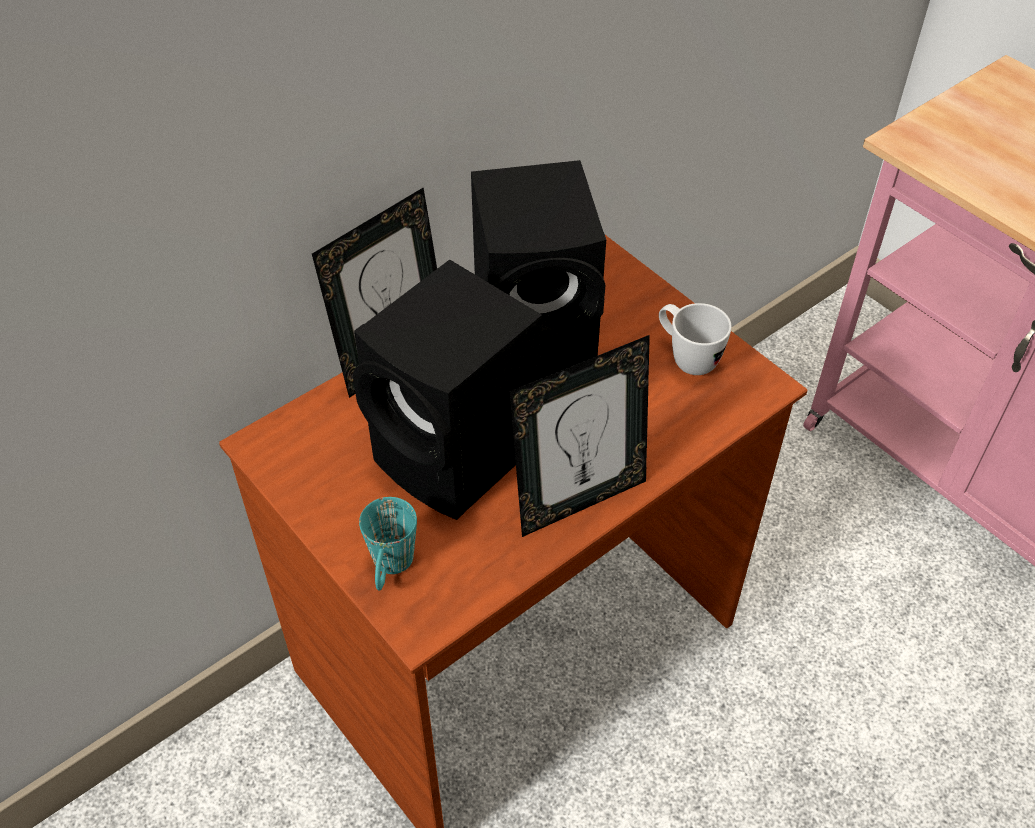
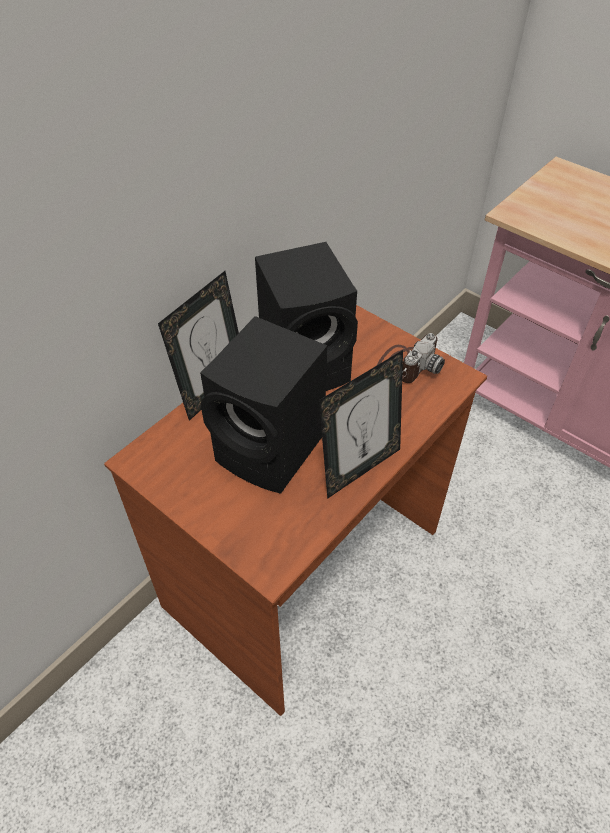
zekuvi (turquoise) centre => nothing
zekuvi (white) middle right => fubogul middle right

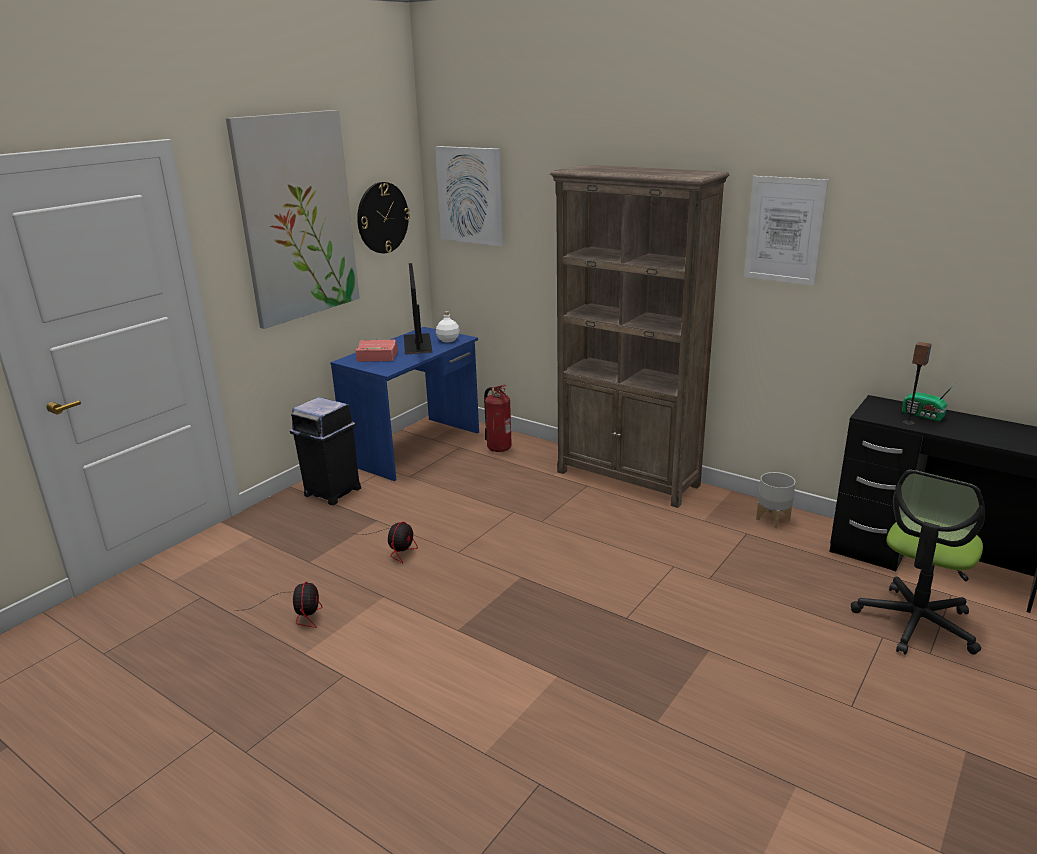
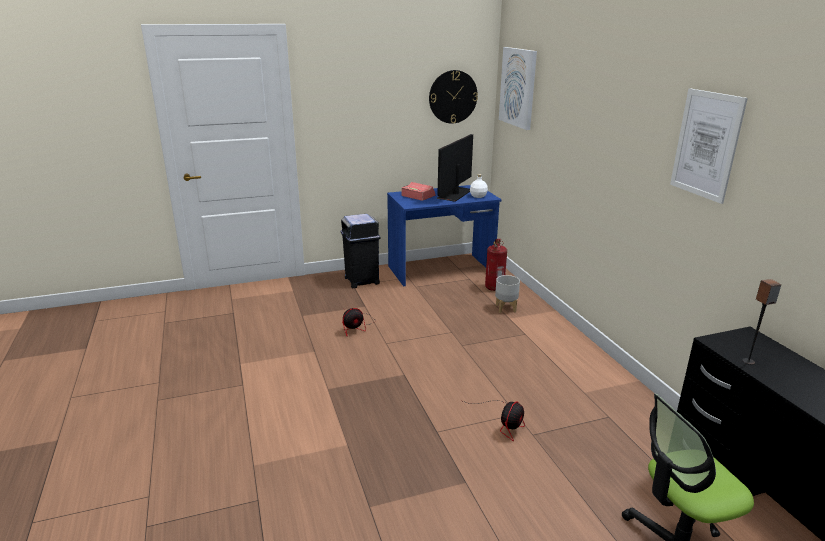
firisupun (1st from left) top left => nothing
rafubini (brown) centre => nothing
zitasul middle right => nothing
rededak (1st from left in the first image) bottom left => rededak (2nd from left) bottom centre, moved
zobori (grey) middle right => zobori (grey) centre, moved

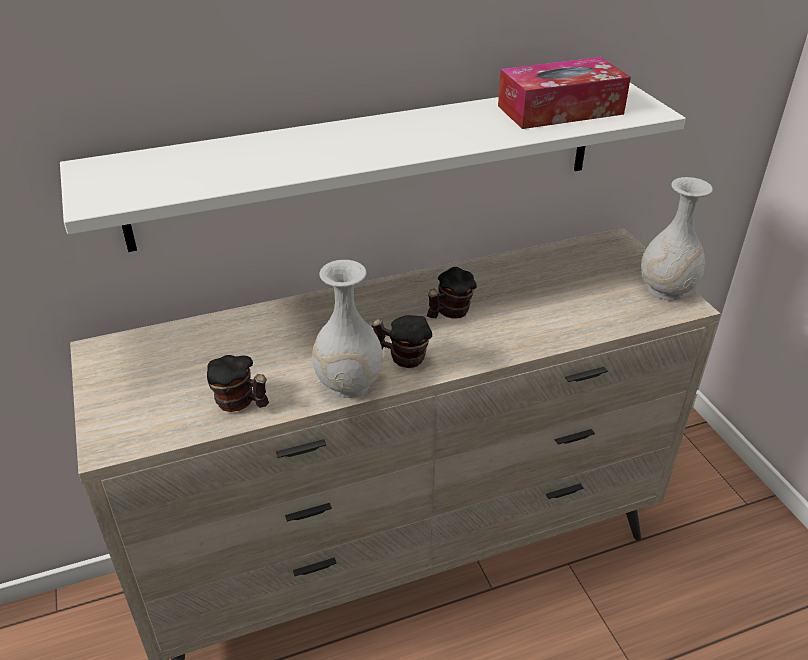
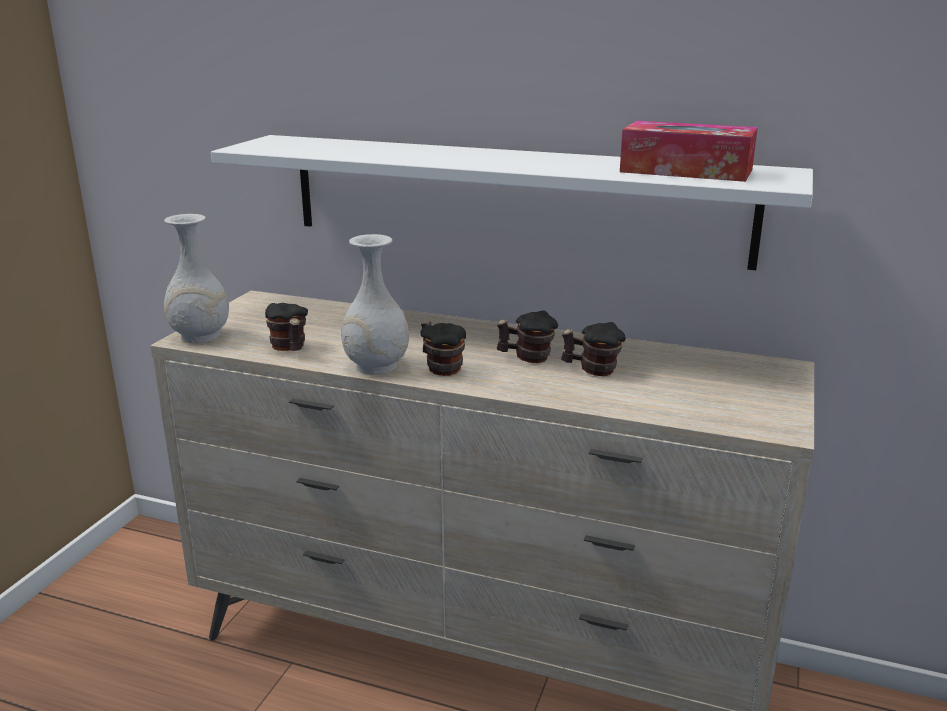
nothing => zekuvi (4th from left) centre
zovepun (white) (2nd from left in the first image) middle right => zovepun (white) (1st from left) middle left, moved

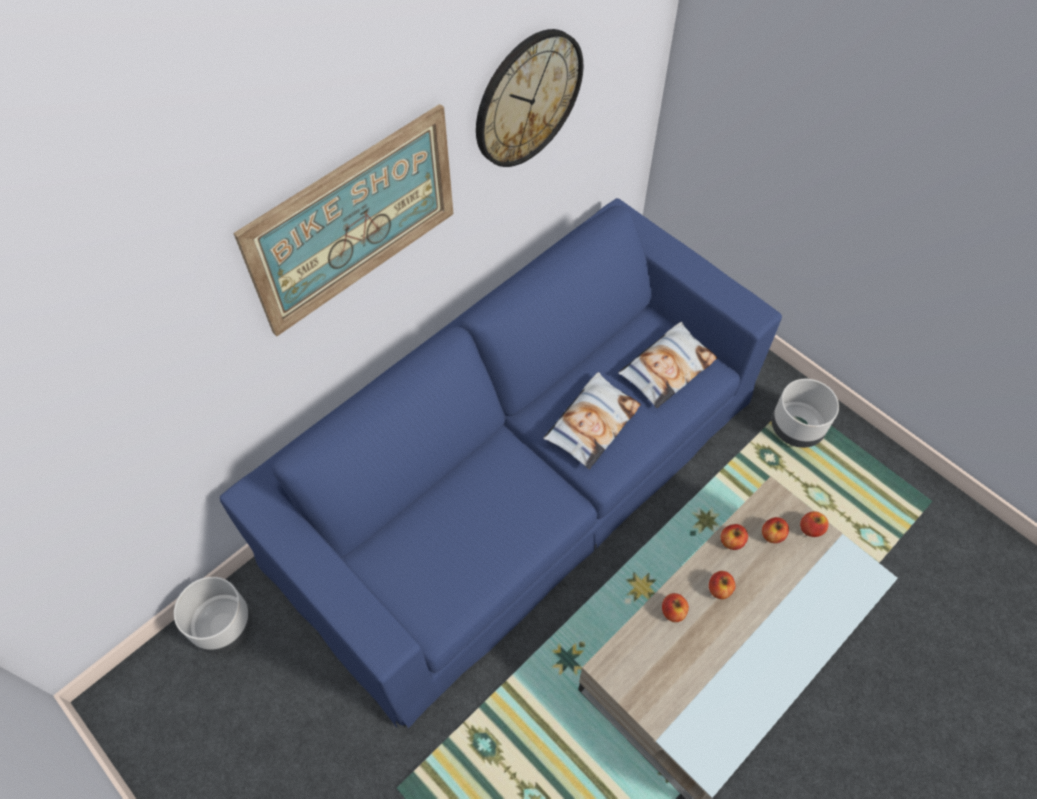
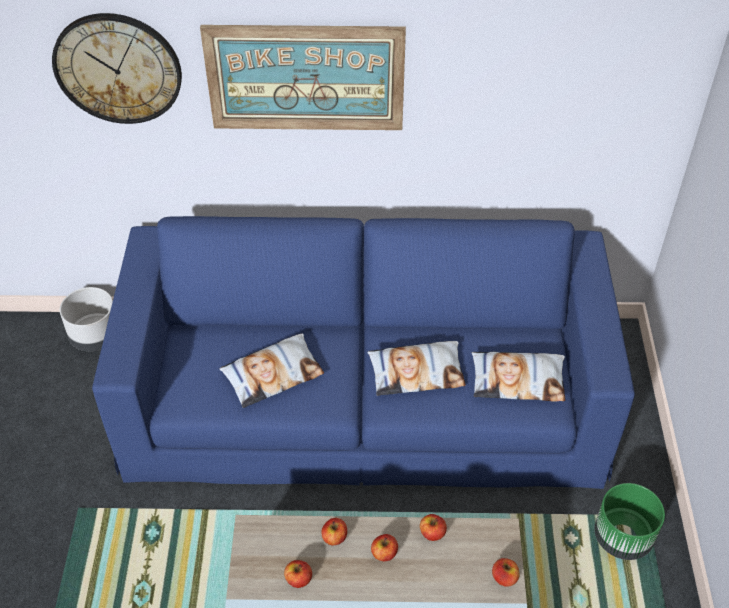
nothing => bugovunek (1st from left) centre
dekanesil top centre => dekanesil top left, moved
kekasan (4th from left in the first image) middle right => kekasan (1st from left) bottom centre, moved
zobori (grey) (2nd from left) middle right => zobori (green) bottom right

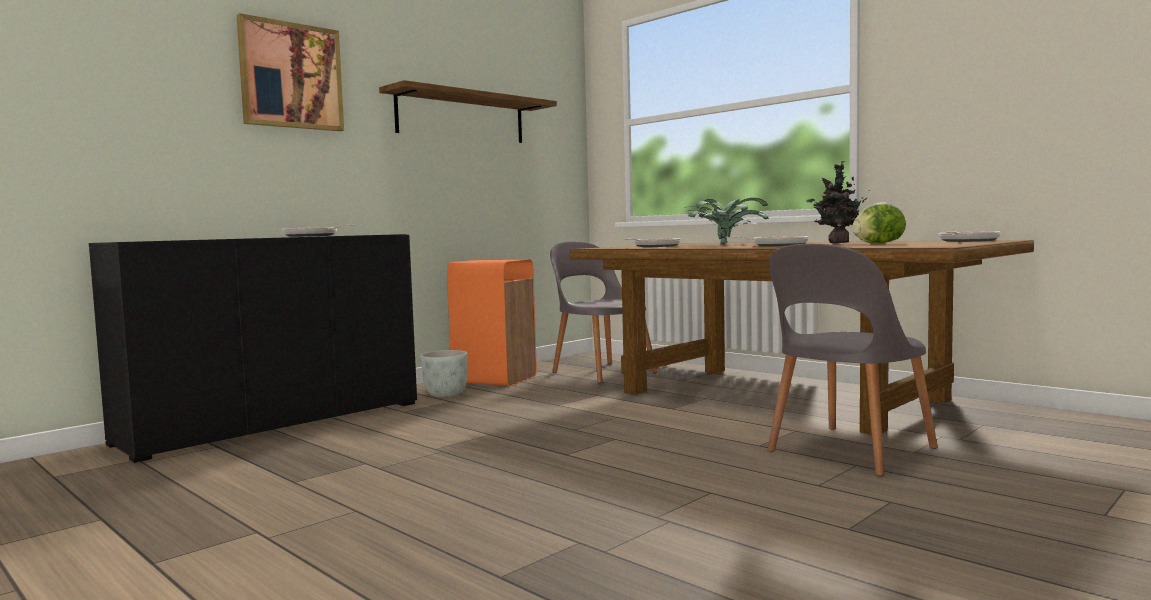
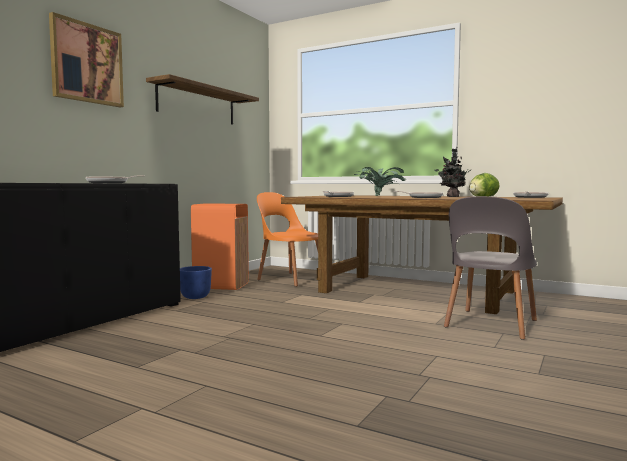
zobori (grey) centre => zobori (blue) middle left
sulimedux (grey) (1st from left) centre => sulimedux (orange) centre

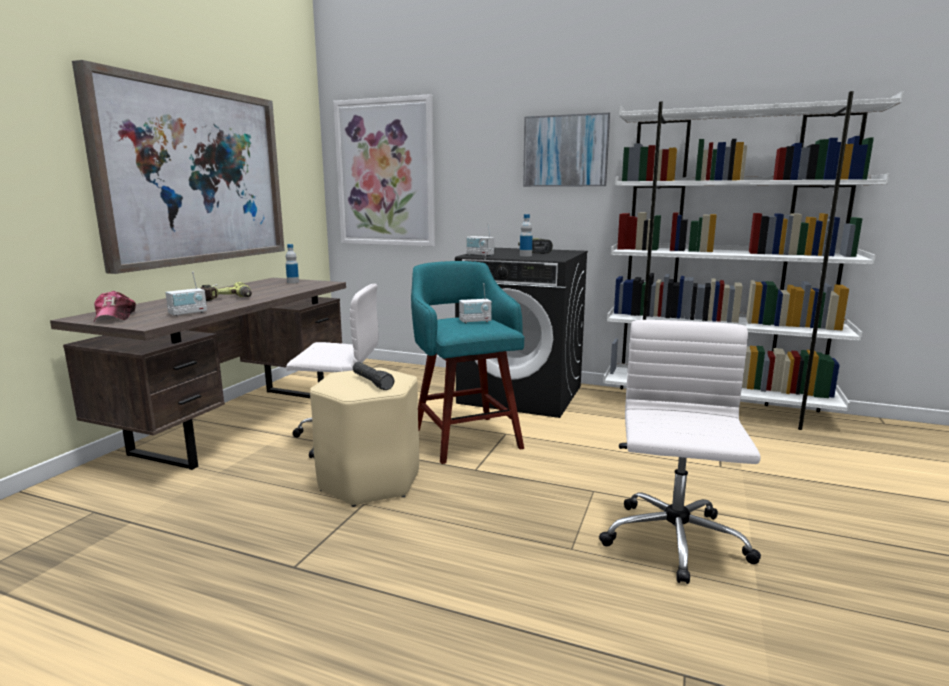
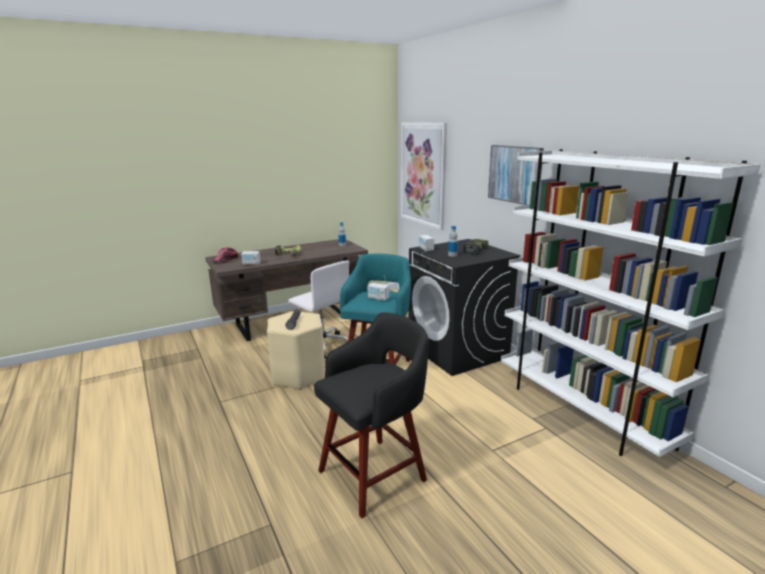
firisupun (1st from left) top left => nothing
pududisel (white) (2nd from left) middle right => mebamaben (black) bottom centre

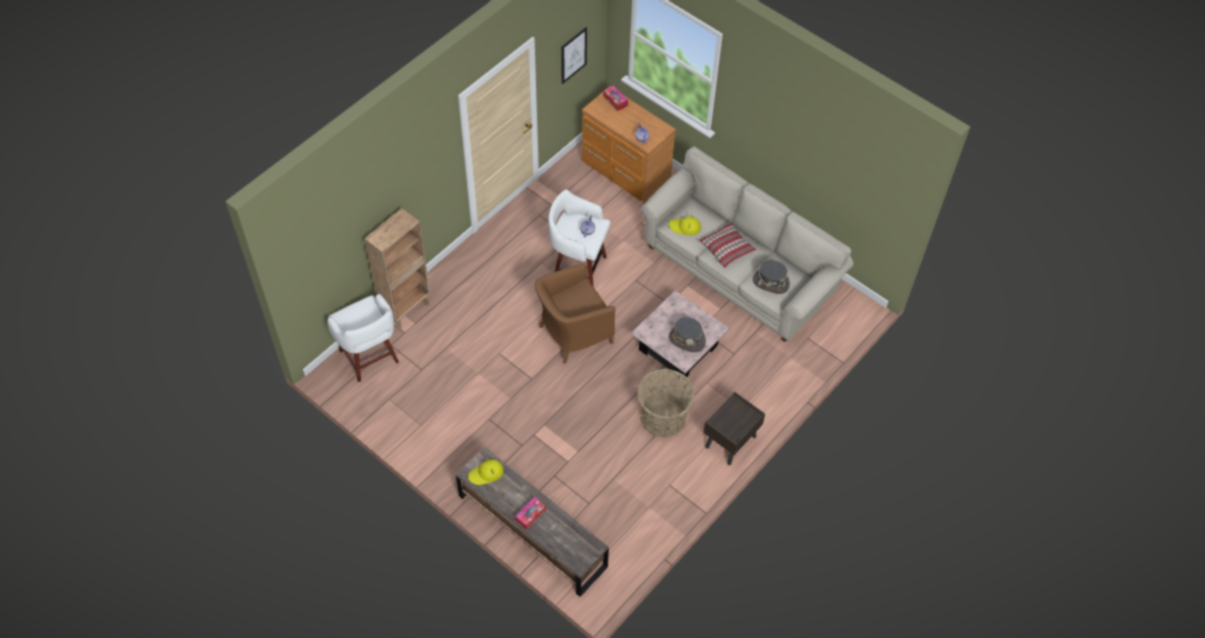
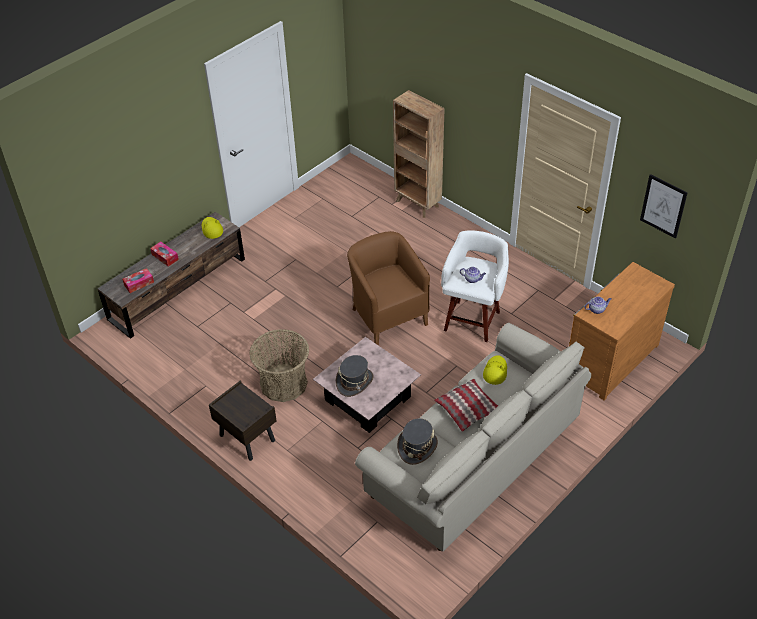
mebamaben (white) (1st from left) middle left => nothing
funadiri (2nd from left in the first image) top centre => funadiri (1st from left) middle left, moved

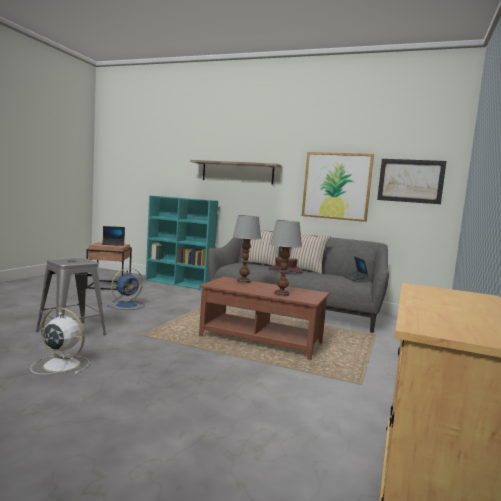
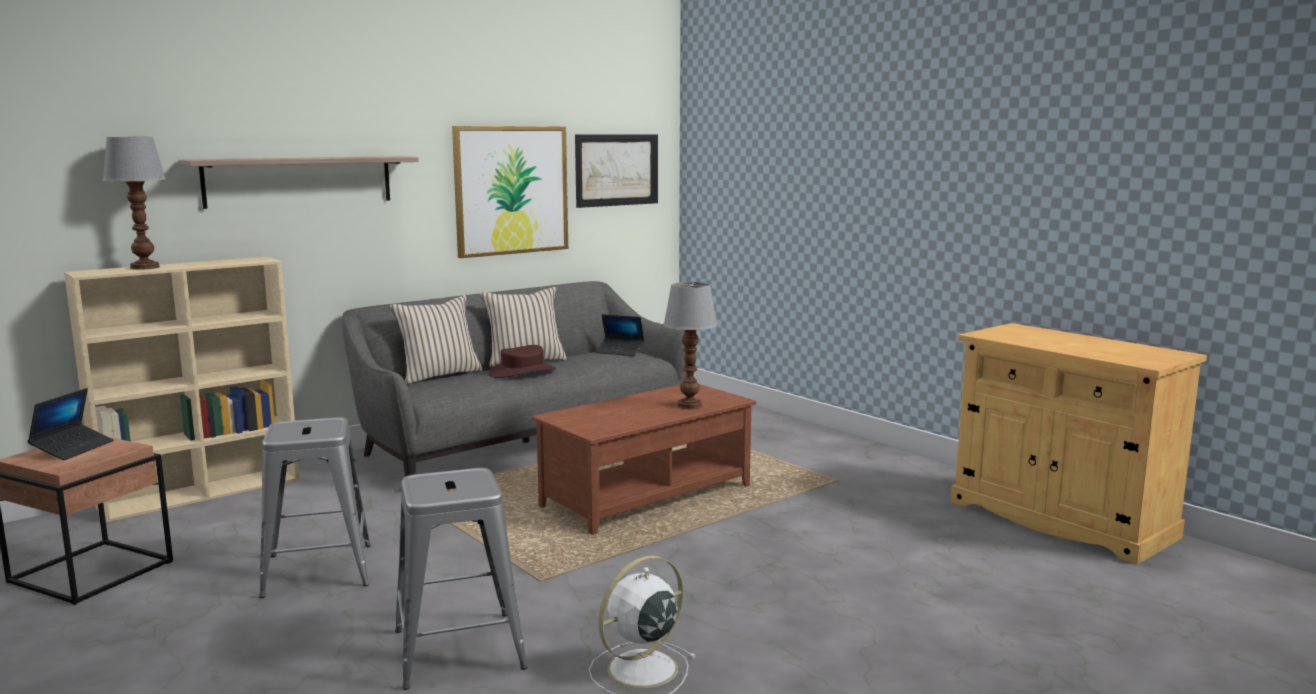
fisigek (1st from left) centre => fisigek (1st from left) top left, moved
rededak (blue) middle left => mebamaben (grey) (1st from left) bottom left
rafubini (turquoise) centre => rafubini (beige) middle left

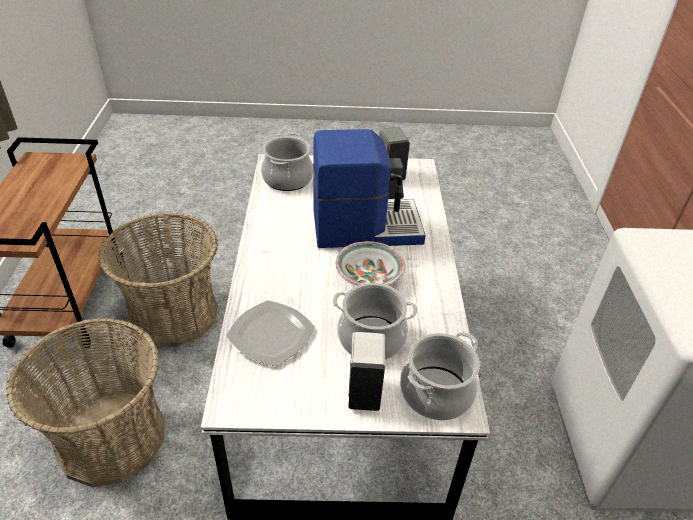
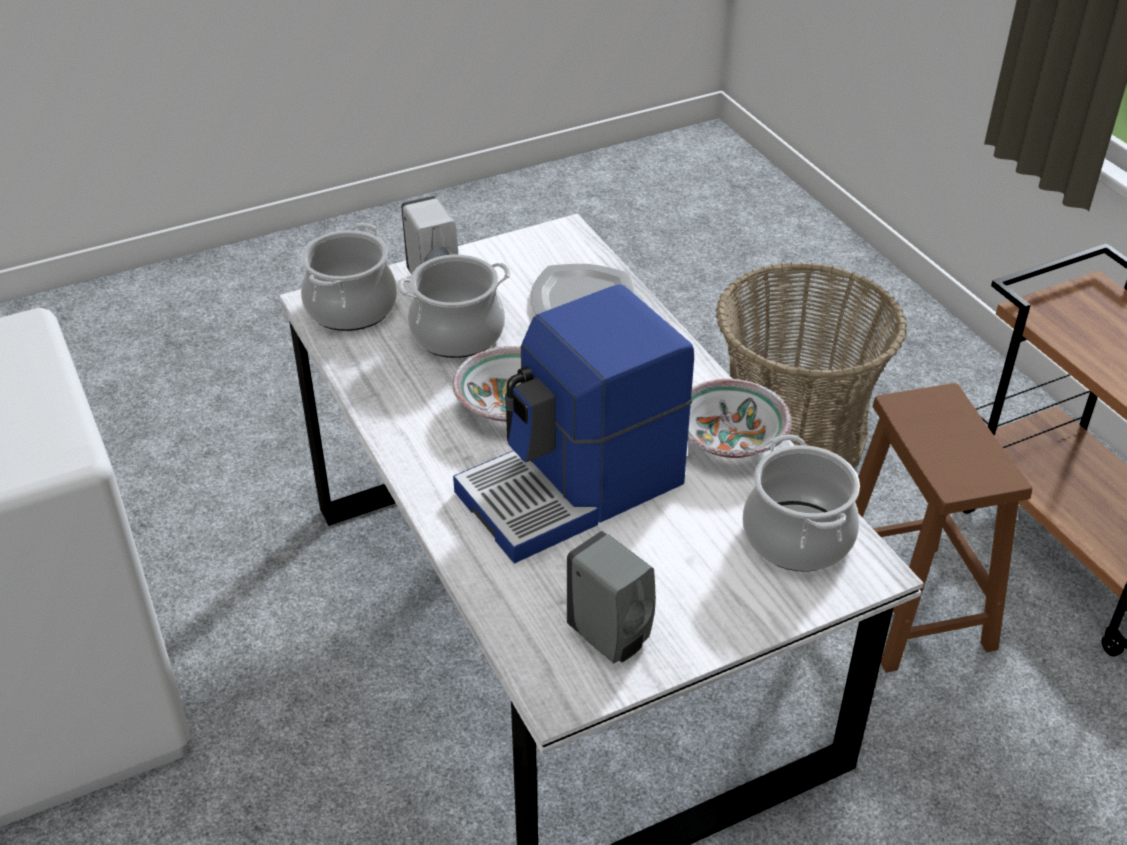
nothing => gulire (2nd from left) centre
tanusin (2nd from left) middle left => mebamaben (brown) middle right

